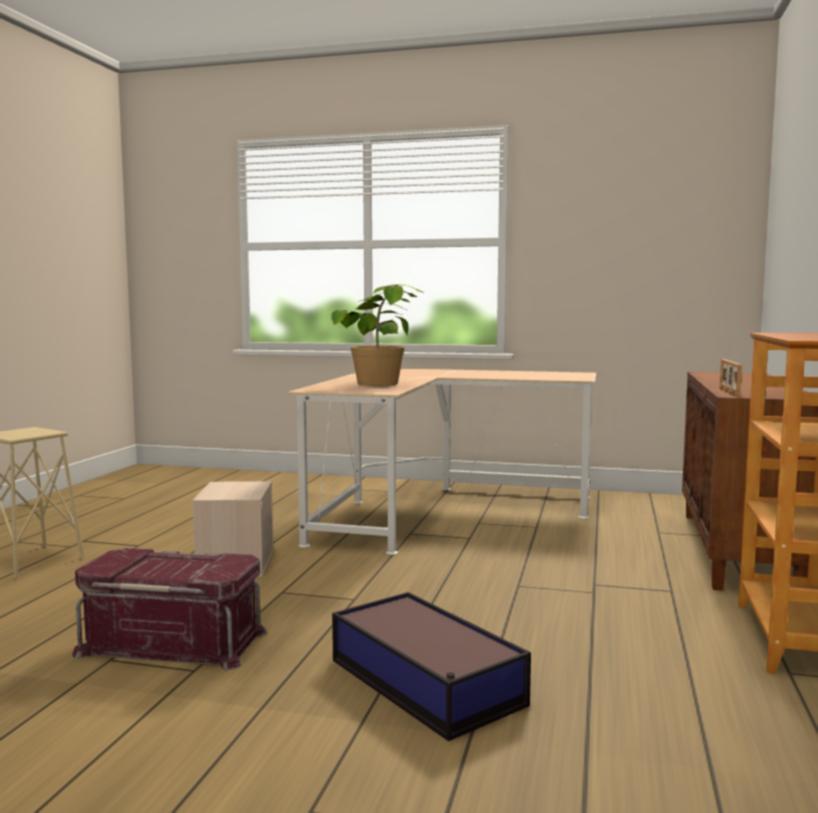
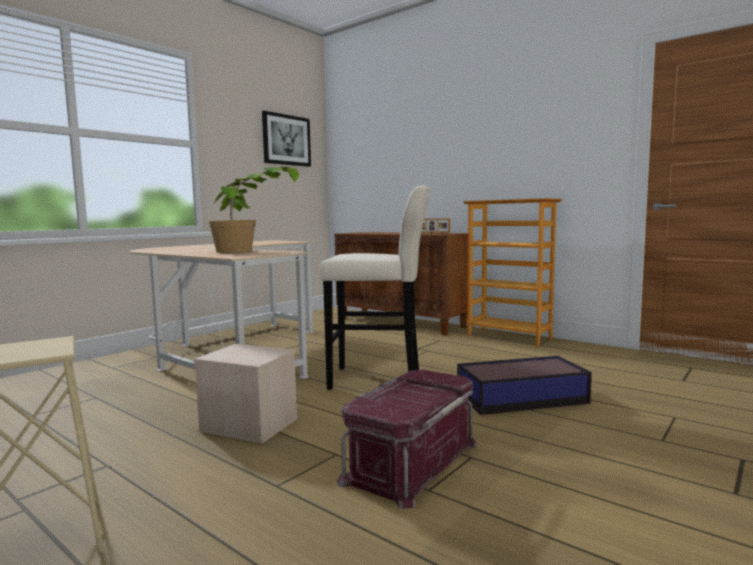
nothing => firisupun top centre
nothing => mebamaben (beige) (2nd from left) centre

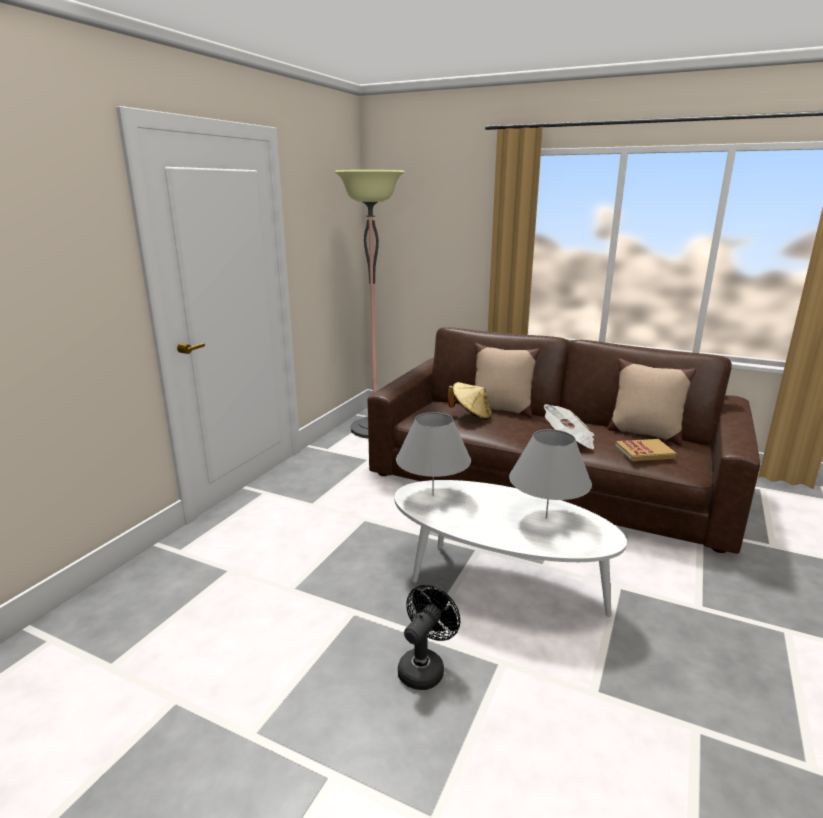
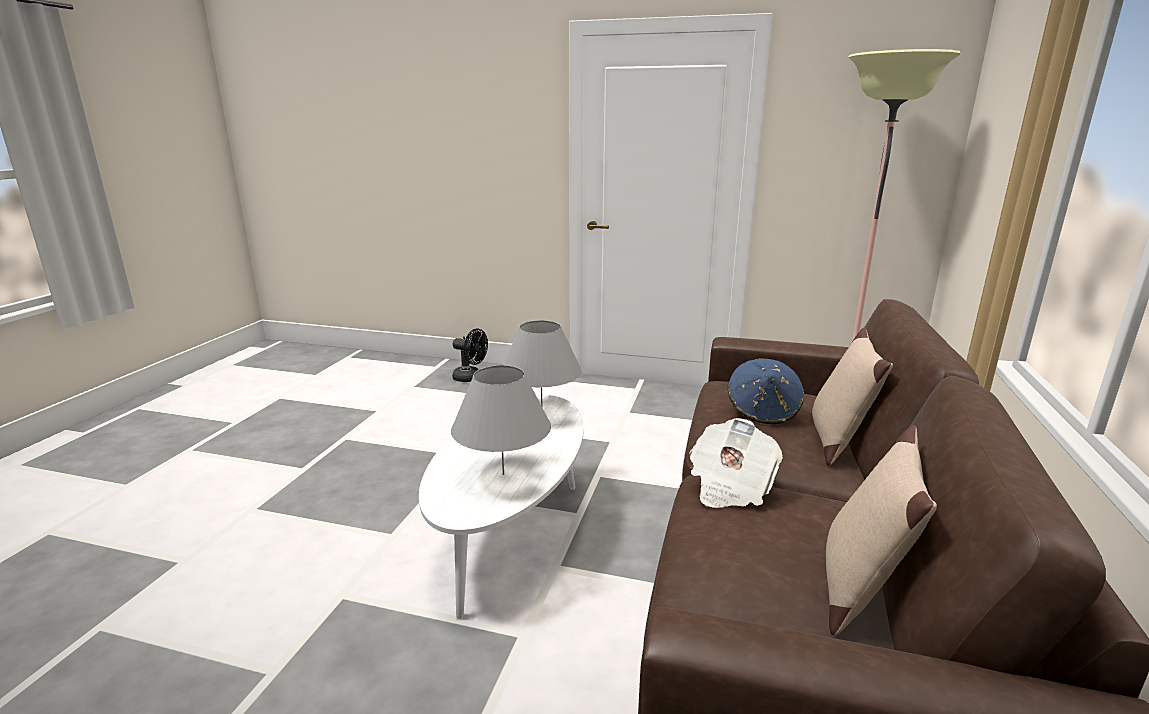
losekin middle right => nothing
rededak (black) bottom centre => rededak (black) centre, moved
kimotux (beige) centre => kimotux (blue) centre

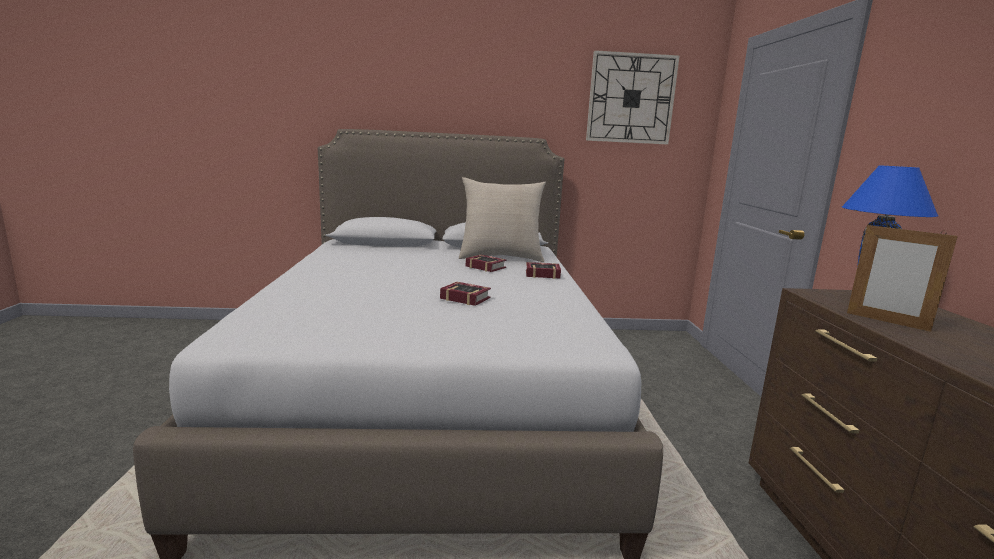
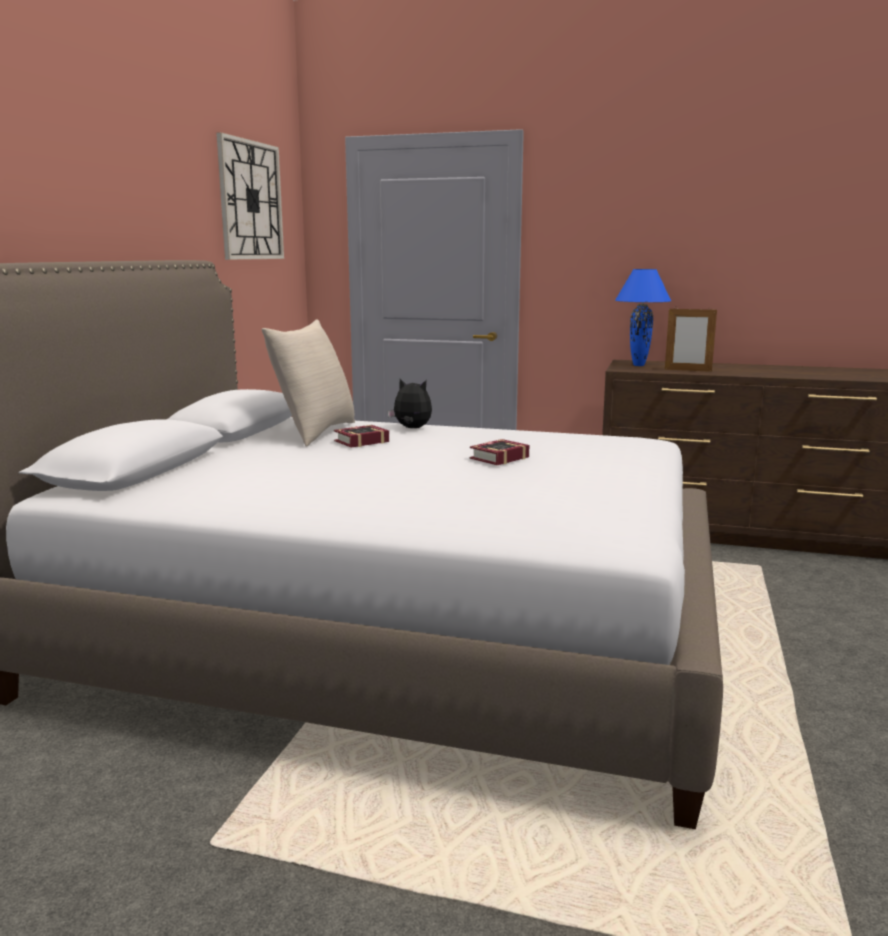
losekin (3rd from left) centre => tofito centre
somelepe middle right, 45 degrees clockwise

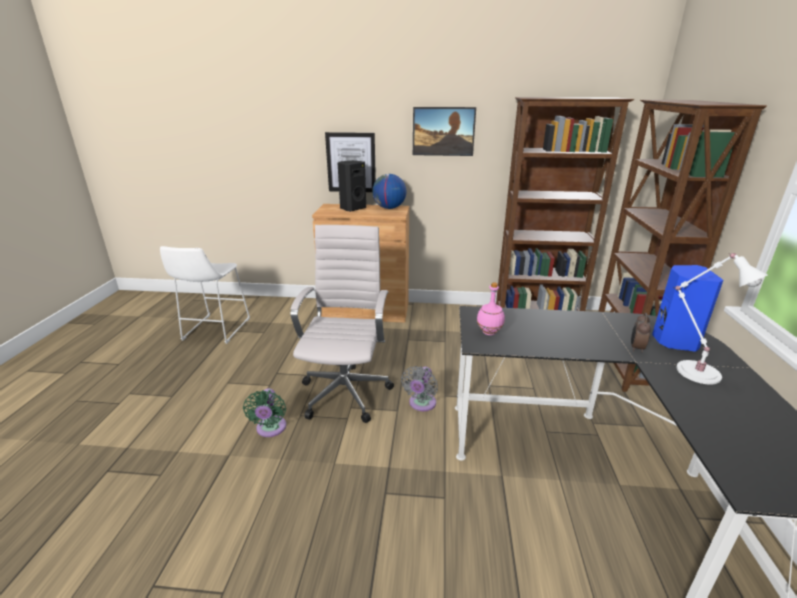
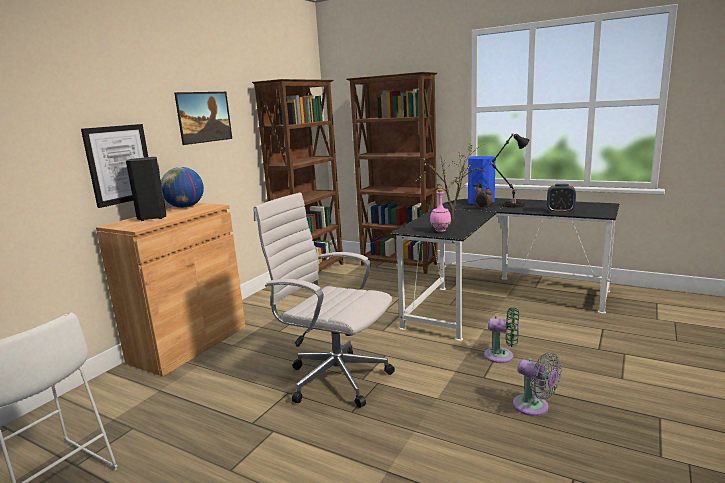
nothing => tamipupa centre
nothing => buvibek (2nd from left) middle right
rededak (green) bottom left => rededak (green) bottom right, moved
rededak (grey) centre => rededak (grey) bottom right, moved
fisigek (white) middle right => fisigek (black) middle right

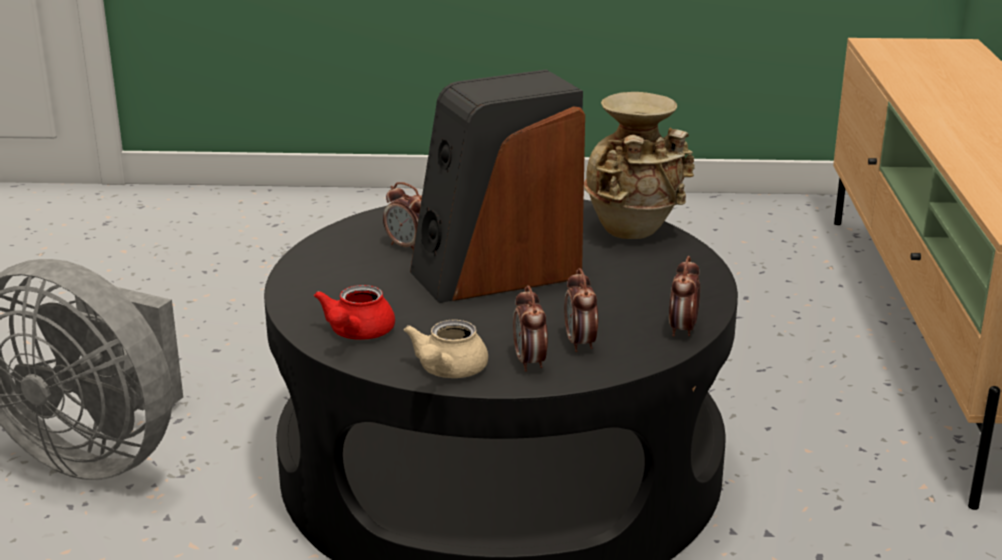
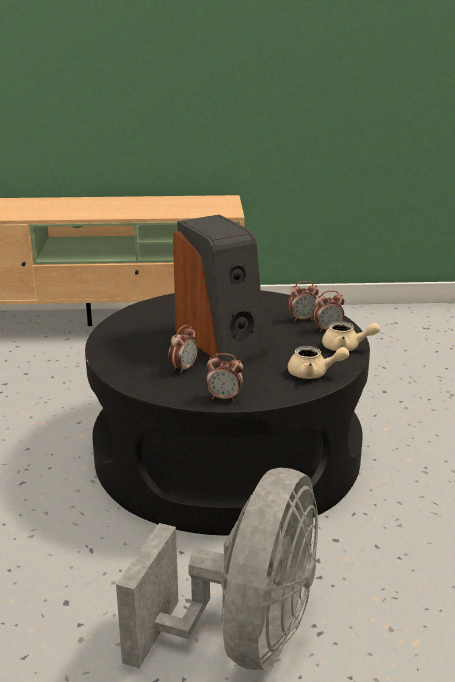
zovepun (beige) top centre => nothing
buvibek (4th from left in the first image) middle right => buvibek (2nd from left) centre, moved
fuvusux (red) centre => fuvusux (beige) (1st from left) middle right

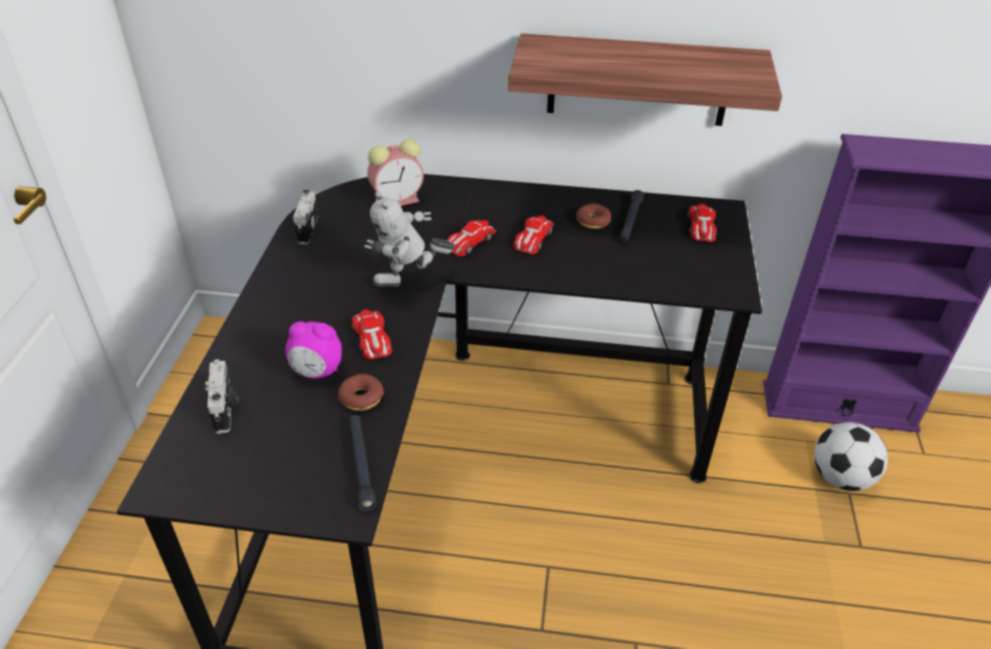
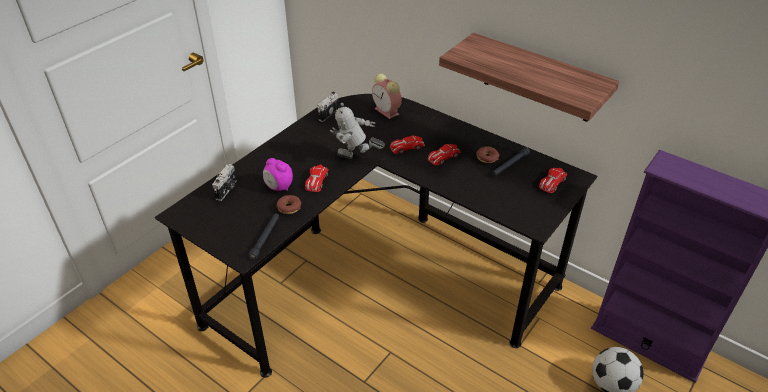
buvibek (2nd from left) top centre, 45 degrees clockwise

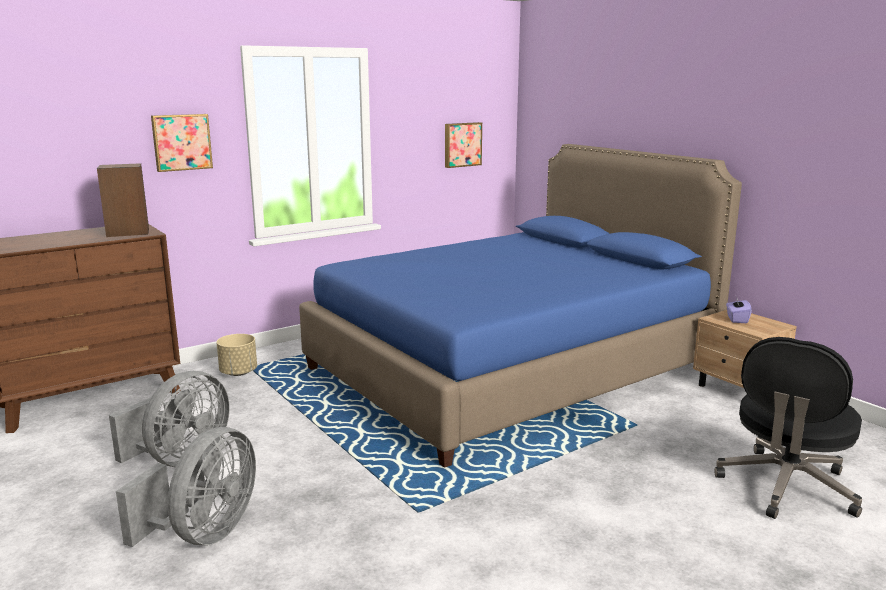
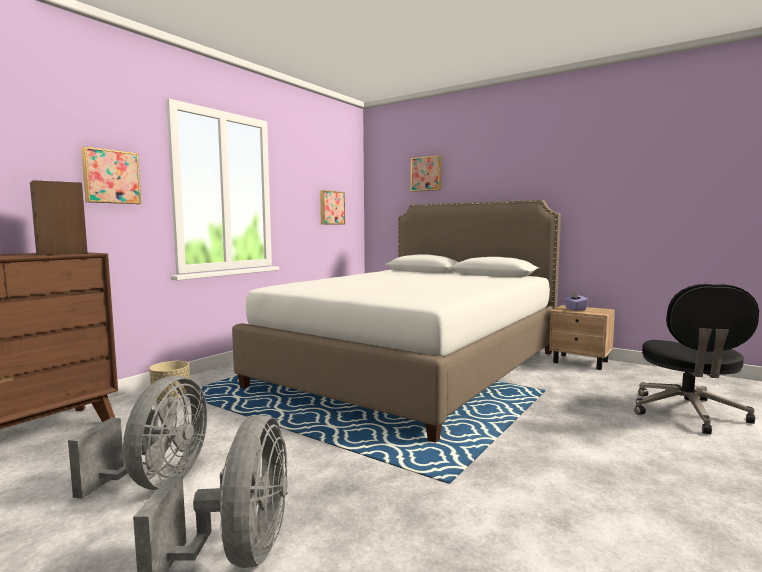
nothing => firisupun (3rd from left) top centre
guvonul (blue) centre => guvonul (white) centre

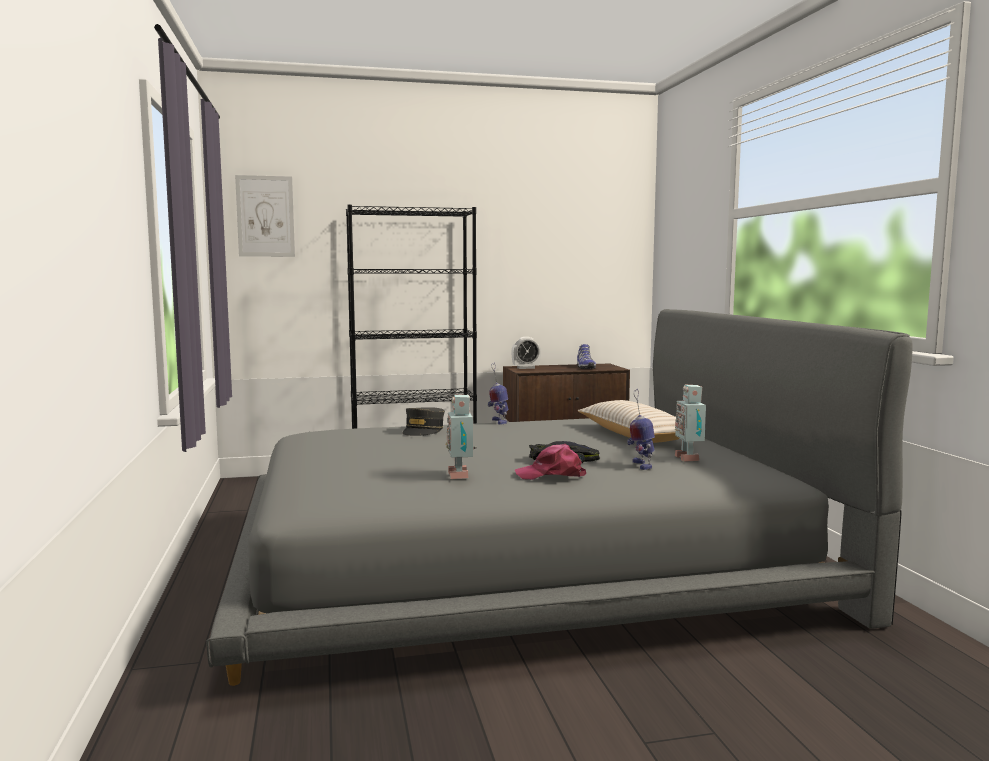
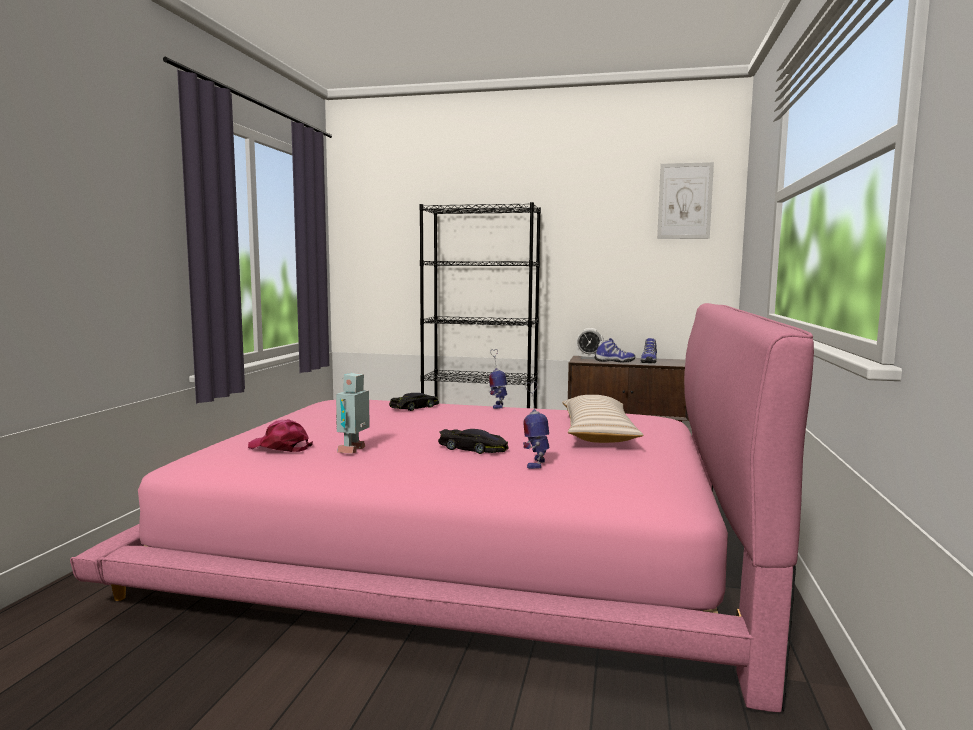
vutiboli (4th from left) middle right => nothing
nothing => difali (1st from left) centre
firisupun top left => firisupun top right, moved
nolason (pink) centre => nolason (pink) middle left, moved
nolason (grey) centre => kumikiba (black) (1st from left) centre
guvonul (grey) centre => guvonul (pink) bottom centre

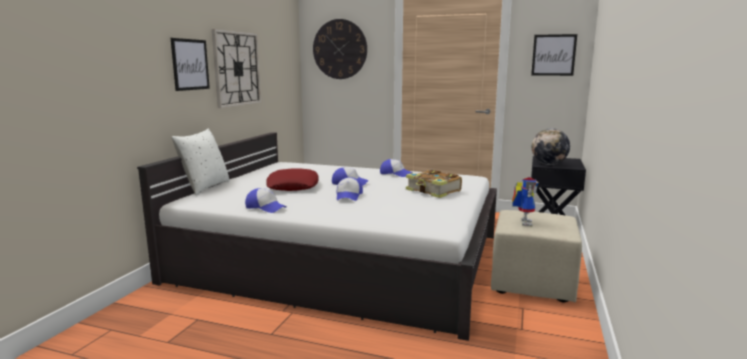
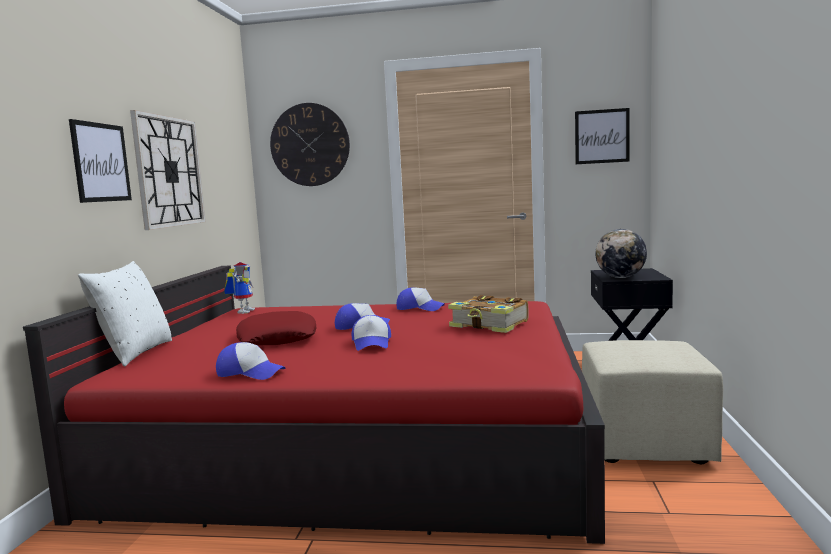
vutiboli middle right => vutiboli middle left, moved
guvonul (white) centre => guvonul (red) bottom centre

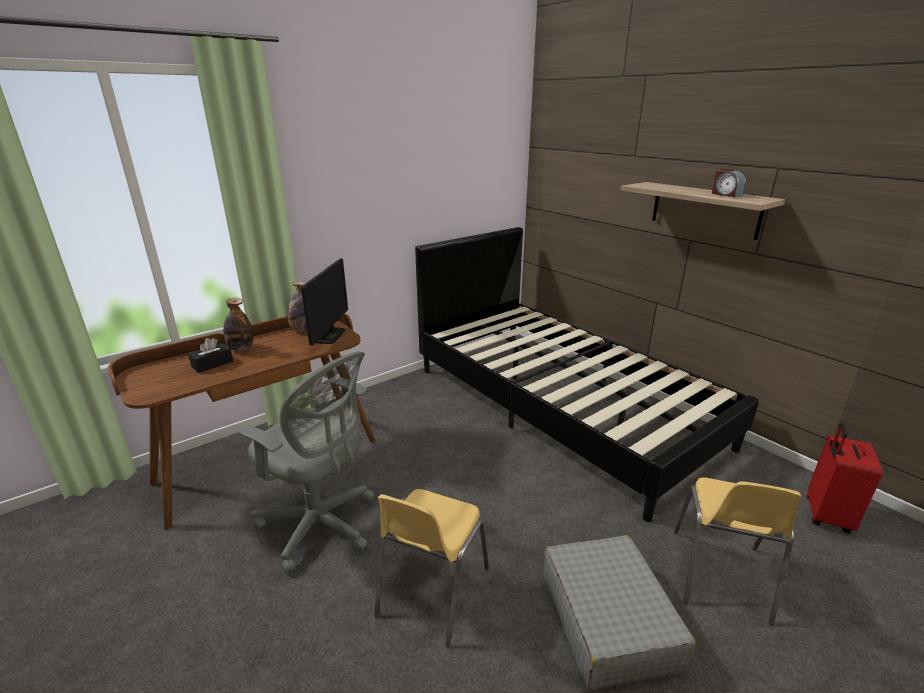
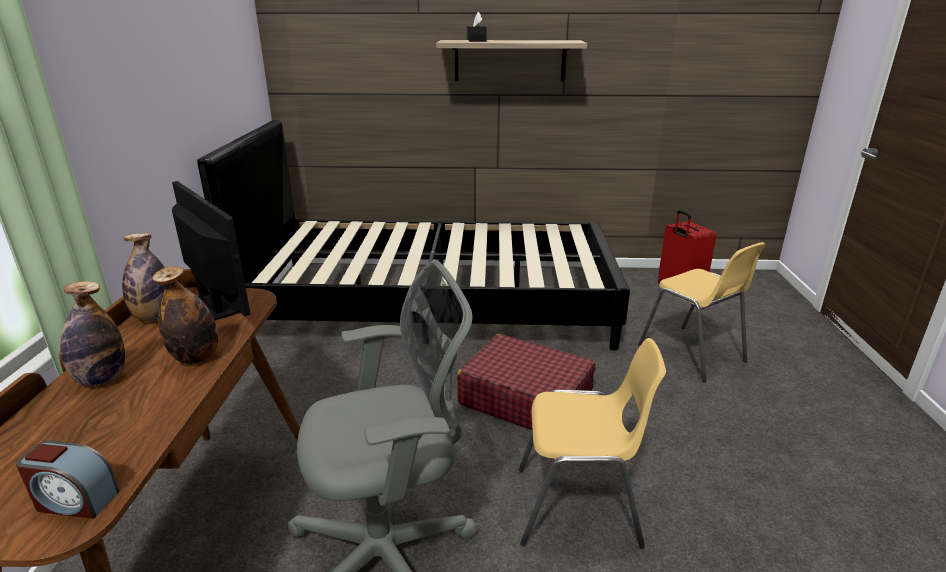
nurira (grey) bottom right => nothing
nothing => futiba (3rd from left) middle left
nothing => nurira (red) (1st from left) bottom centre
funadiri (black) middle left => funadiri (black) top centre, moved
buvibek top right => buvibek bottom left, moved
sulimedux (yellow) (1st from left) bottom centre, 60 degrees counterclockwise

